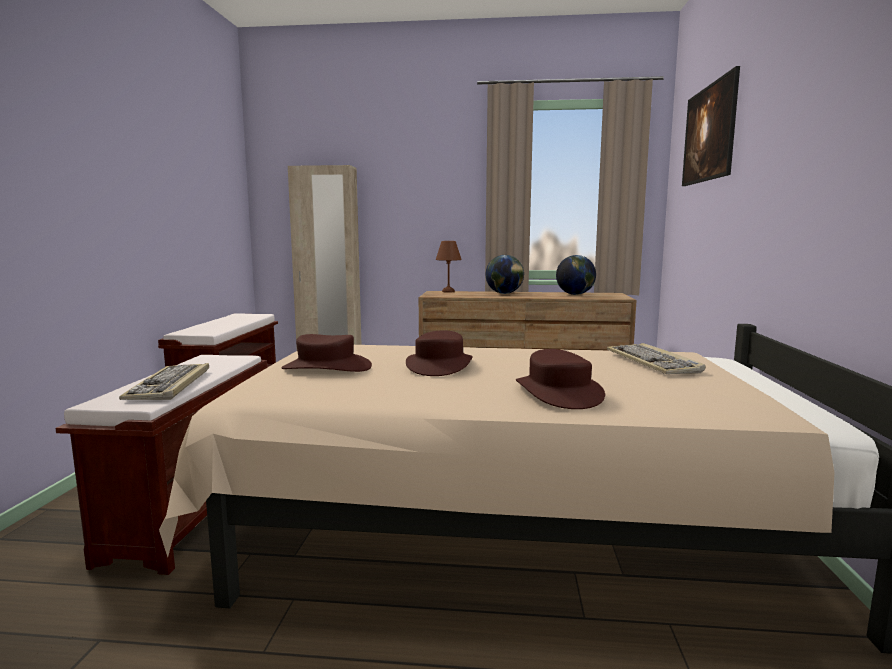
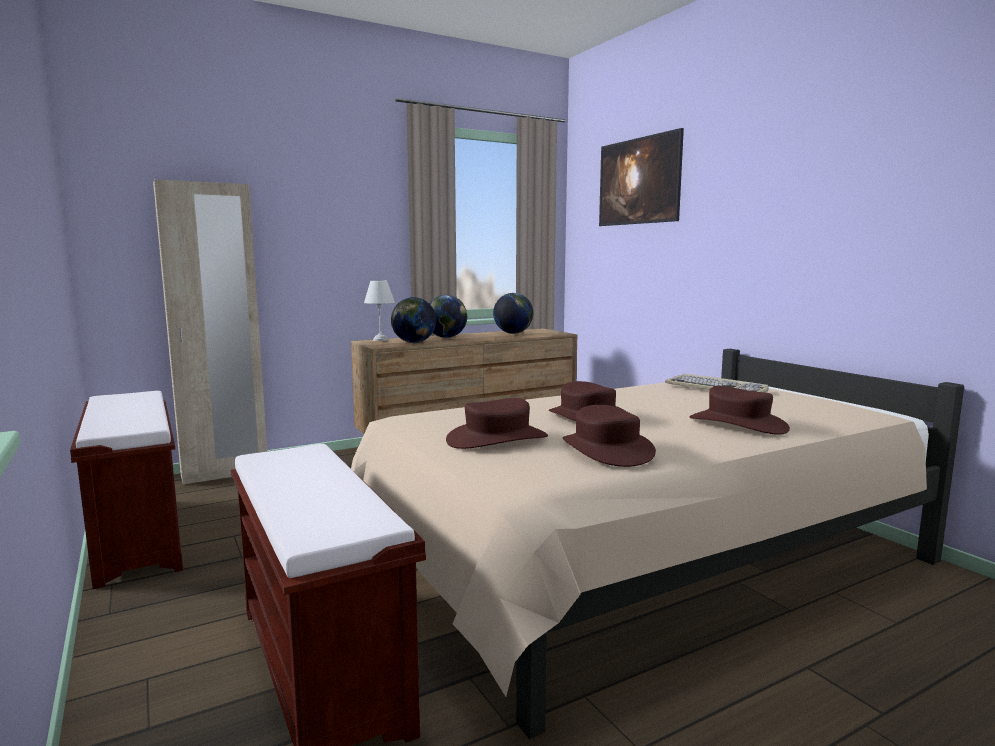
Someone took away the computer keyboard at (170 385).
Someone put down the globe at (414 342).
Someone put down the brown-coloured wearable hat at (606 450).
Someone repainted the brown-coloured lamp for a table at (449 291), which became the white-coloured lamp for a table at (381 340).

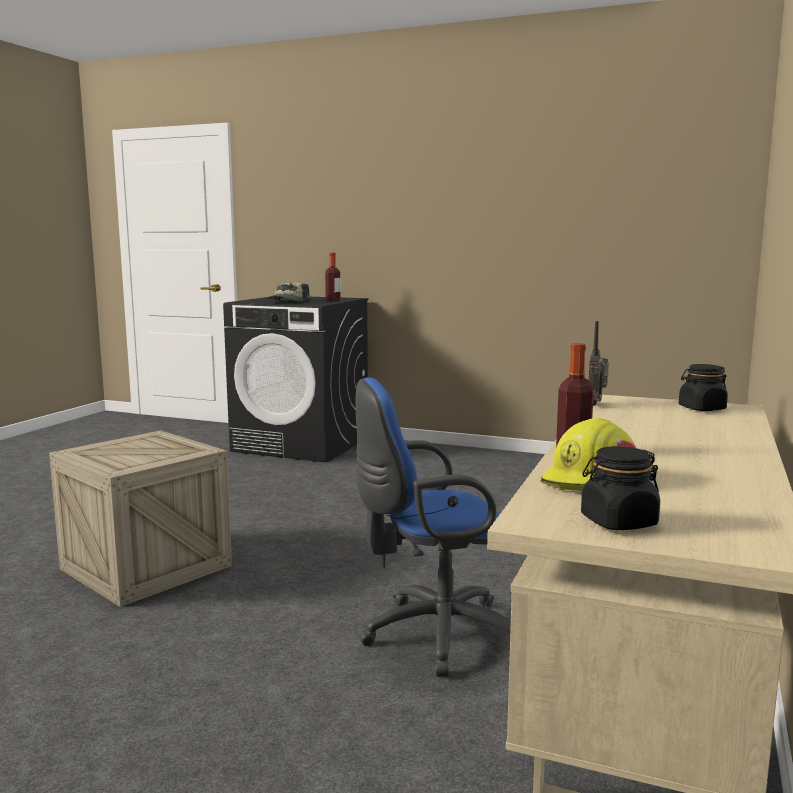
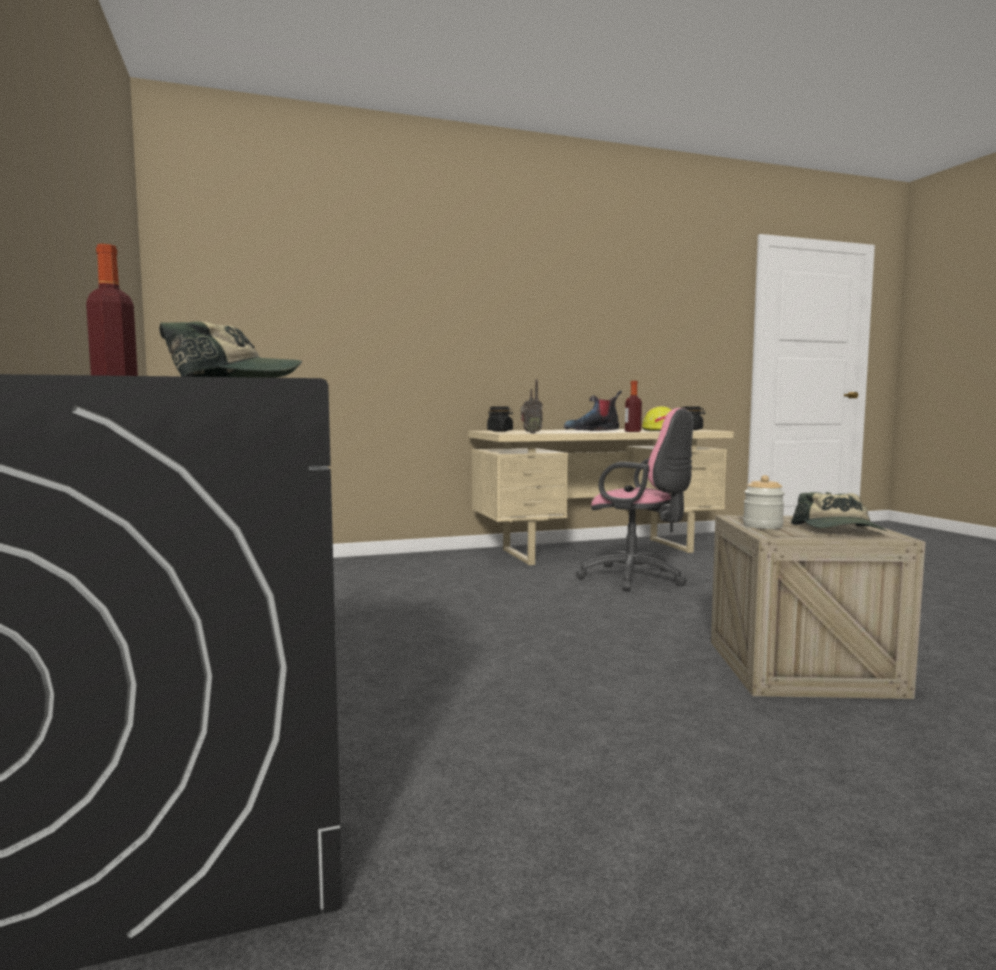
Someone put down the tall boot at (592 430).
Someone put down the preserve jar at (762 526).
Someone put down the baseball cap at (840 530).
Someone repainted the blue computer chair at (433 634), which became the pinkish computer chair at (637 579).

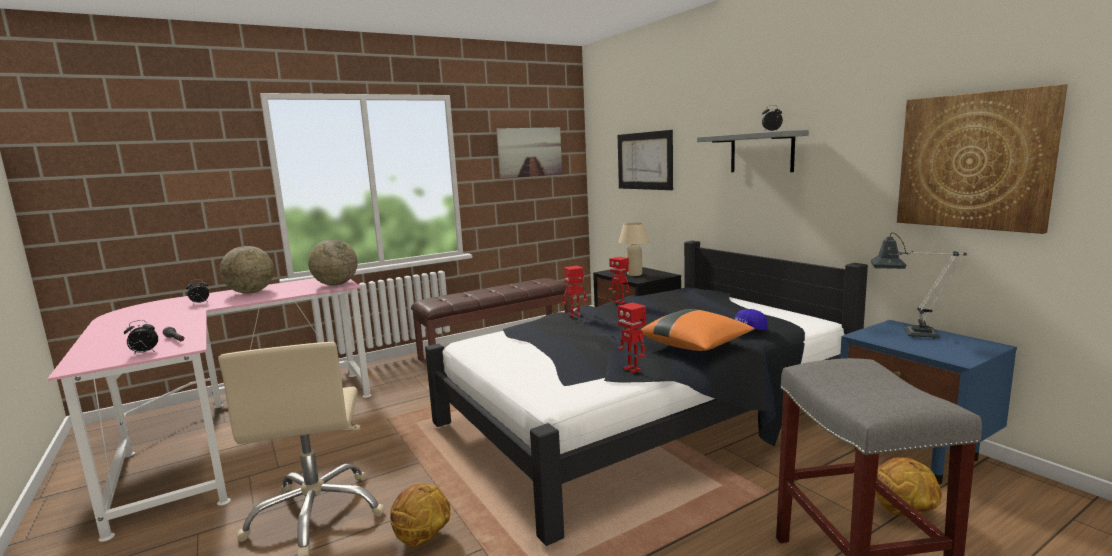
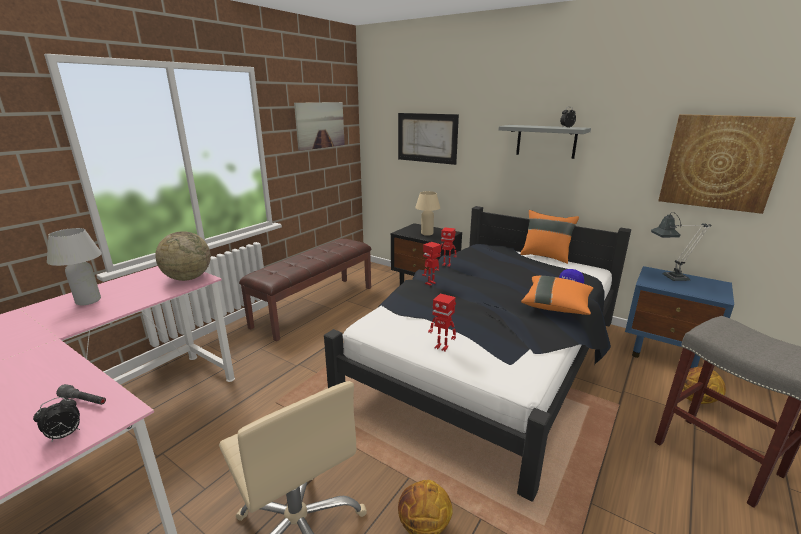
Someone took away the bedside clock at (200 303).
Someone put down the orange throw pillow at (545 256).
Someone carried the robot figure from (632 369) to (442 347).
Someone swapped the globe at (251 292) for the white-coloured lamp for a table at (88 301).

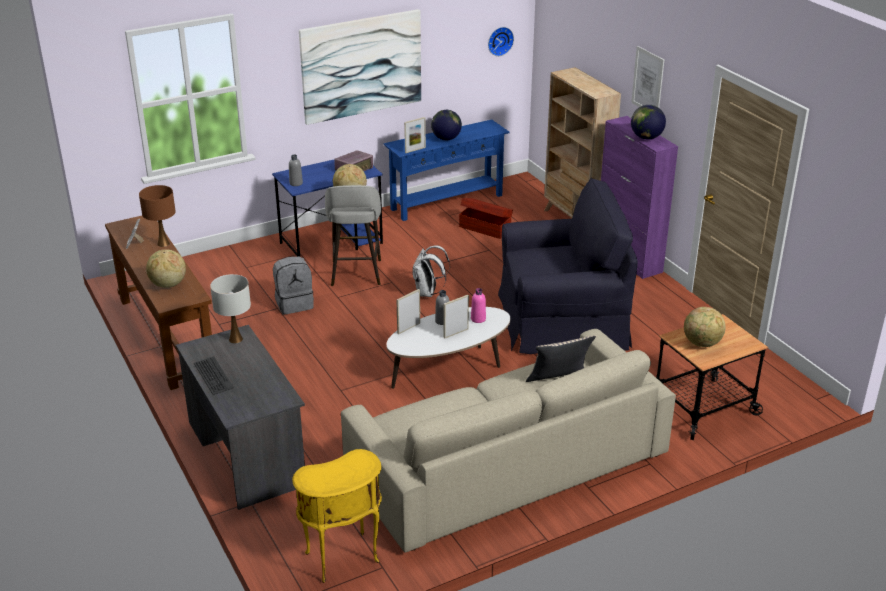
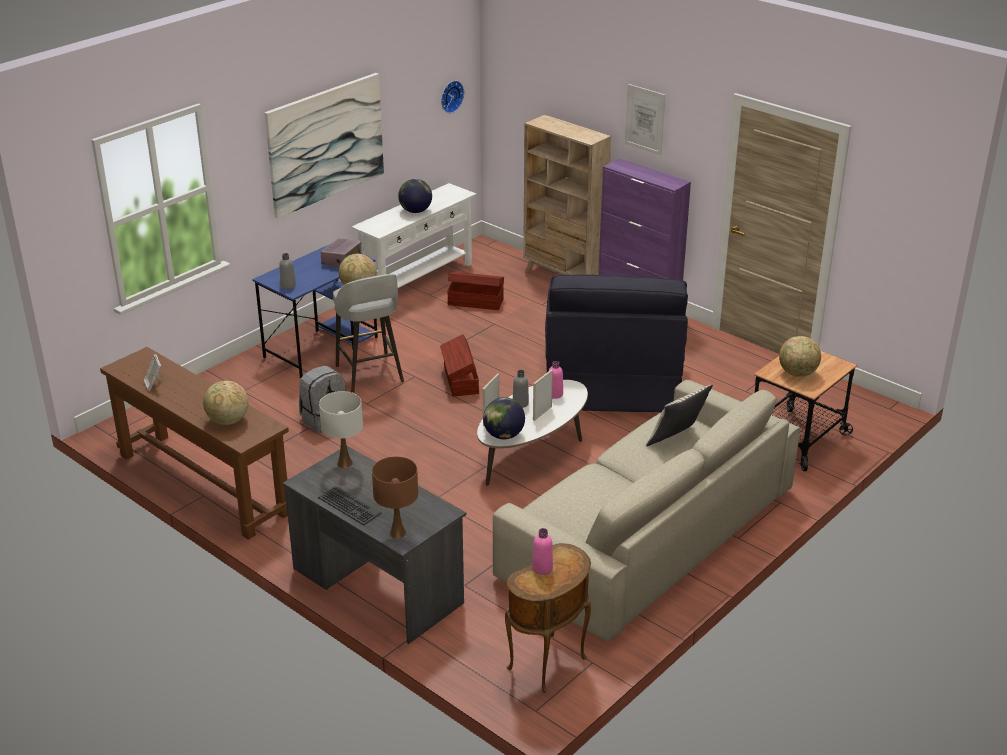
Someone took away the photo frame at (415 150).
Someone put down the pinkish bottle at (542 568).
Someone carried the brown-coloured lamp for a table from (163 243) to (397 533).
Someone carried the globe from (646 137) to (503 435).
Someone swapped the white-coloured backpack at (428 293) for the brown-coloured storage box at (460 380).
Someone repainted the yellow end table at (343 559), which became the brown-coloured end table at (549 664).
Someone repainted the blue hall table at (446 202), which became the white-coloured hall table at (417 281).
Someone rotated the black-coloured easy chair at (561 320) by 120 degrees clockwise.

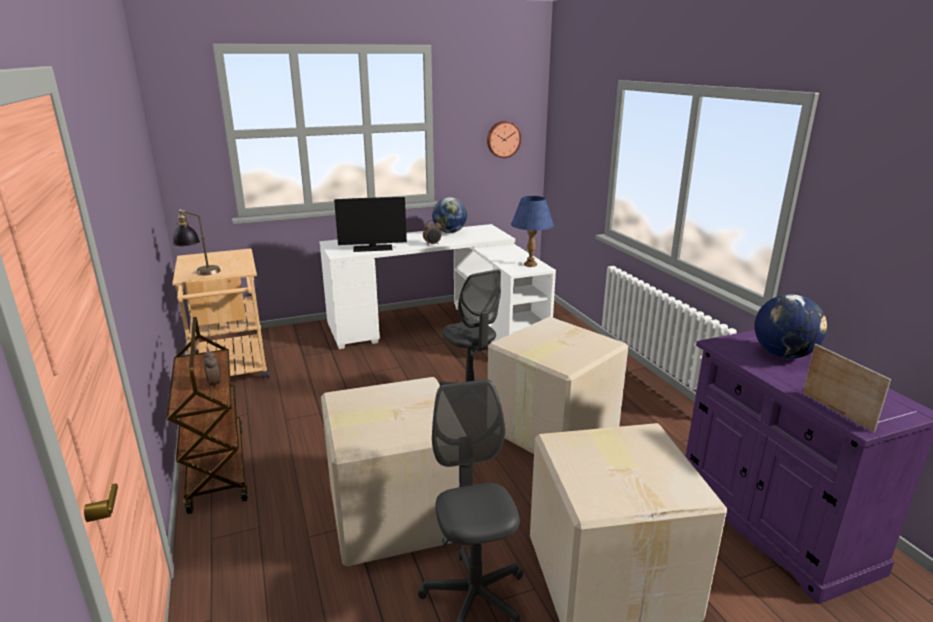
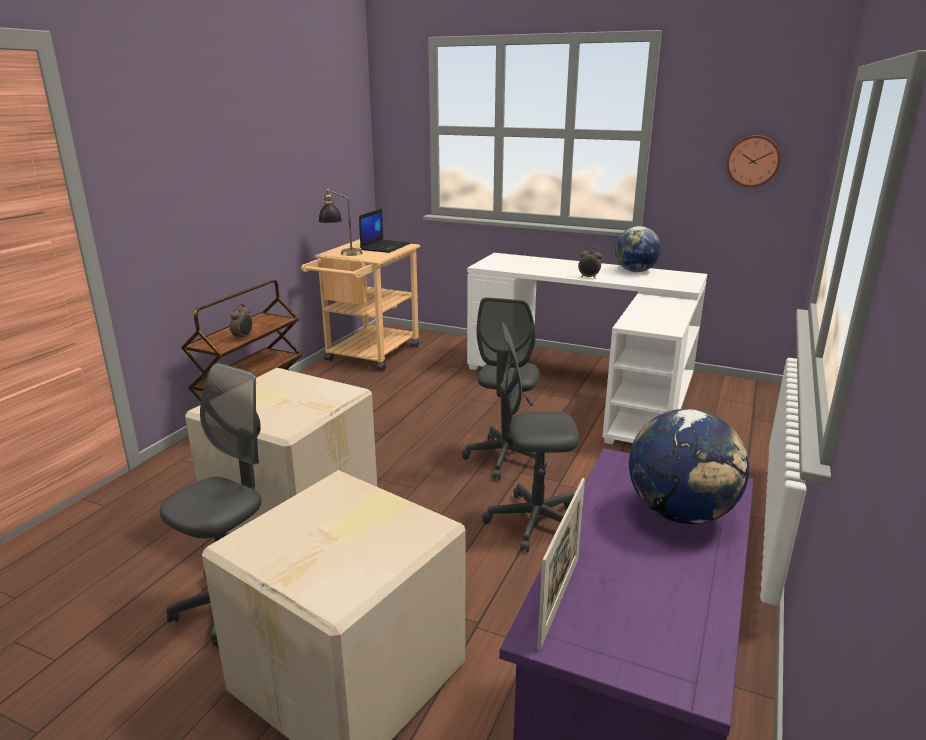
Someone took away the computer display at (372 248).
Someone took away the blue lamp for a table at (530 264).
Someone put down the portable computer at (385 246).
Someone swapped the carton at (550 429) for the grey computer chair at (534 522).

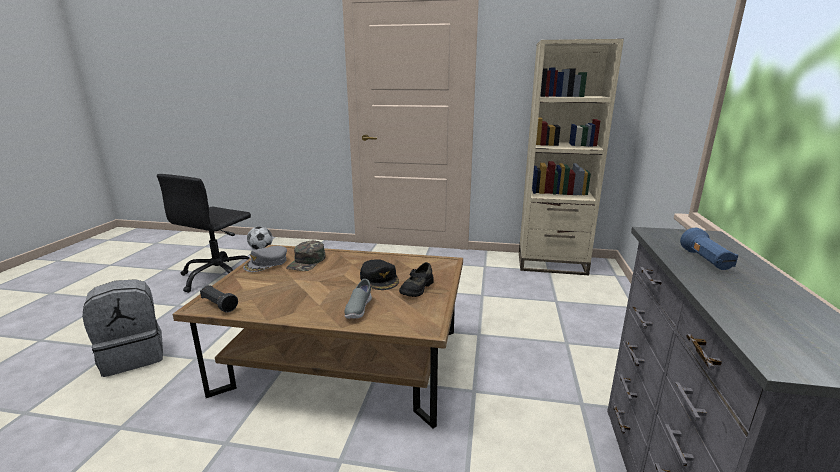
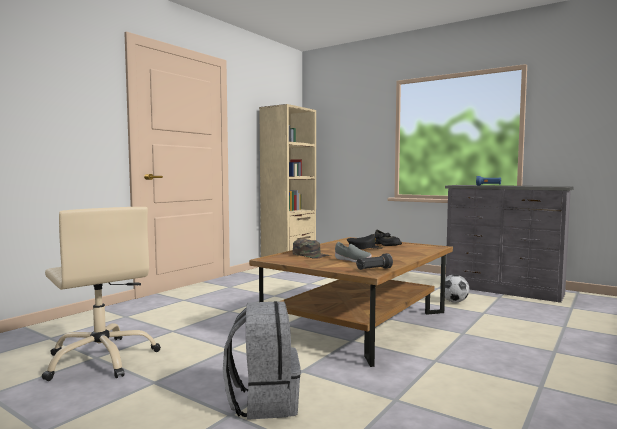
Someone took away the grey baseball cap at (266 263).
Someone carried the ball for football from (261 249) to (454 301).
Someone carried the grey shoe from (358 309) to (352 260).
Someone repainted the black-coloured computer chair at (219 276), which became the sand-coloured computer chair at (101 359).

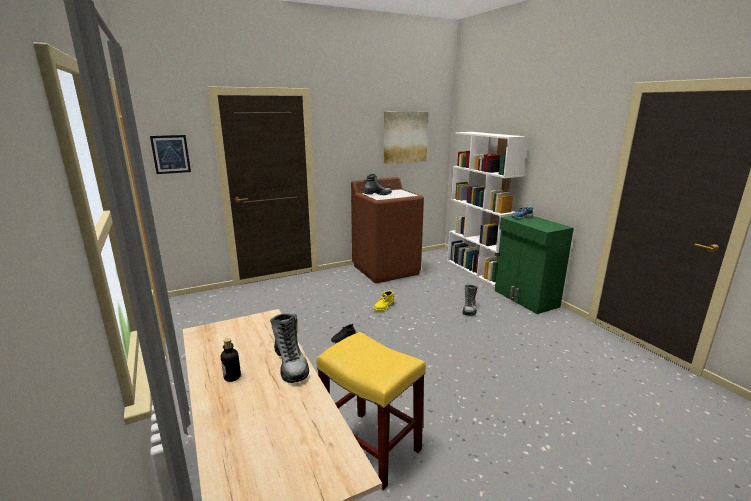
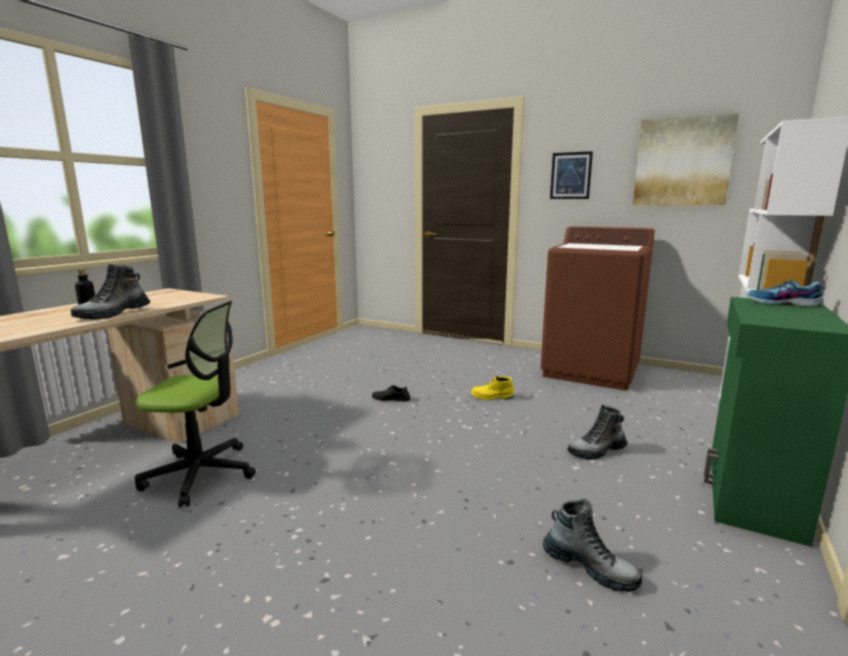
Someone carried the picture from (171 154) to (570 175).
Someone carried the tall boot from (377 194) to (589 568).
Someone swapped the yellow stool at (372 447) for the computer chair at (201 474).

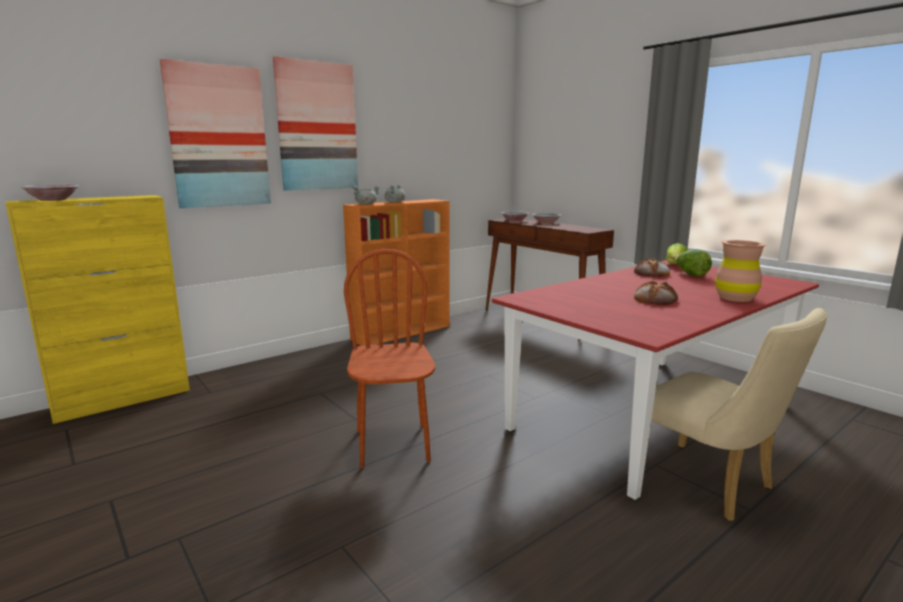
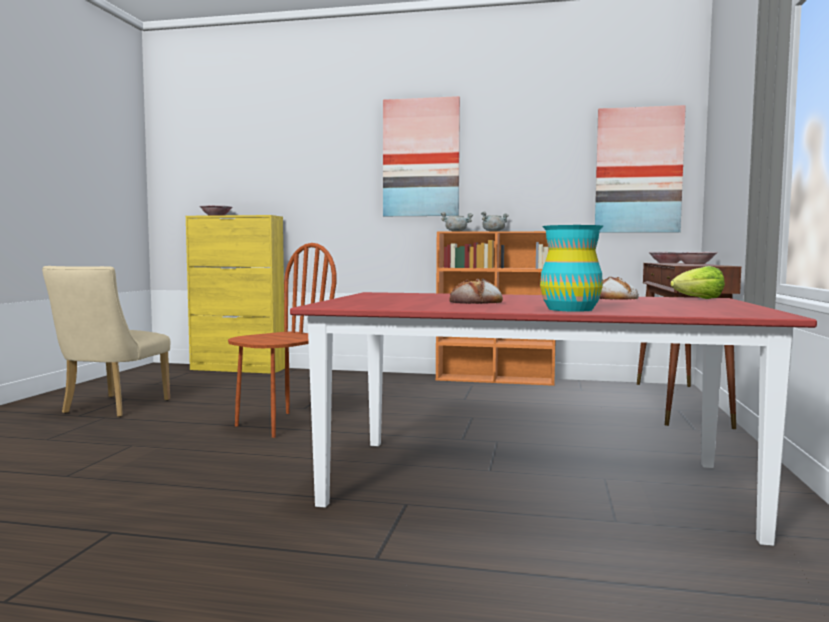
Someone took away the lettuce at (690 275).
Someone carried the picture from (218 137) to (638 170).
Someone carried the sand-coloured chair from (711 485) to (111 408).
Someone repainted the brown-coloured vase at (735 298), which became the blue-green vase at (570 309).

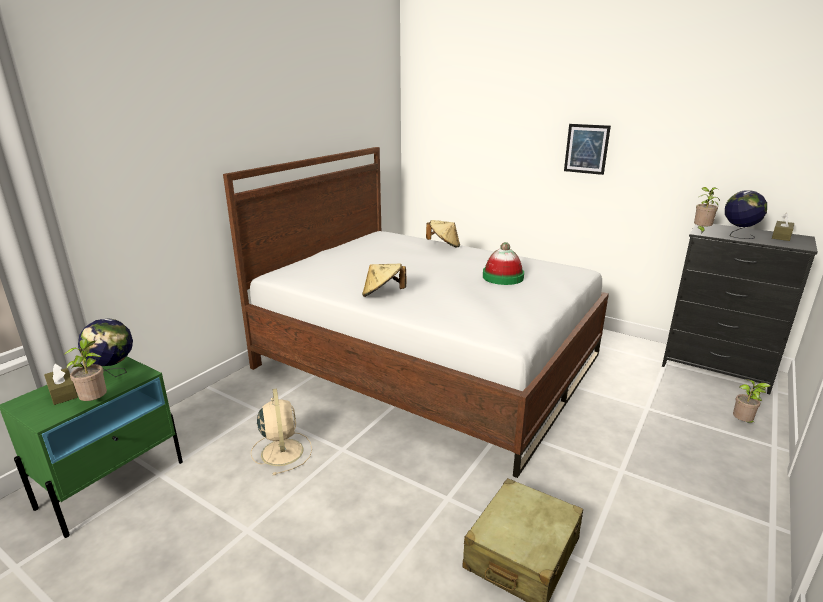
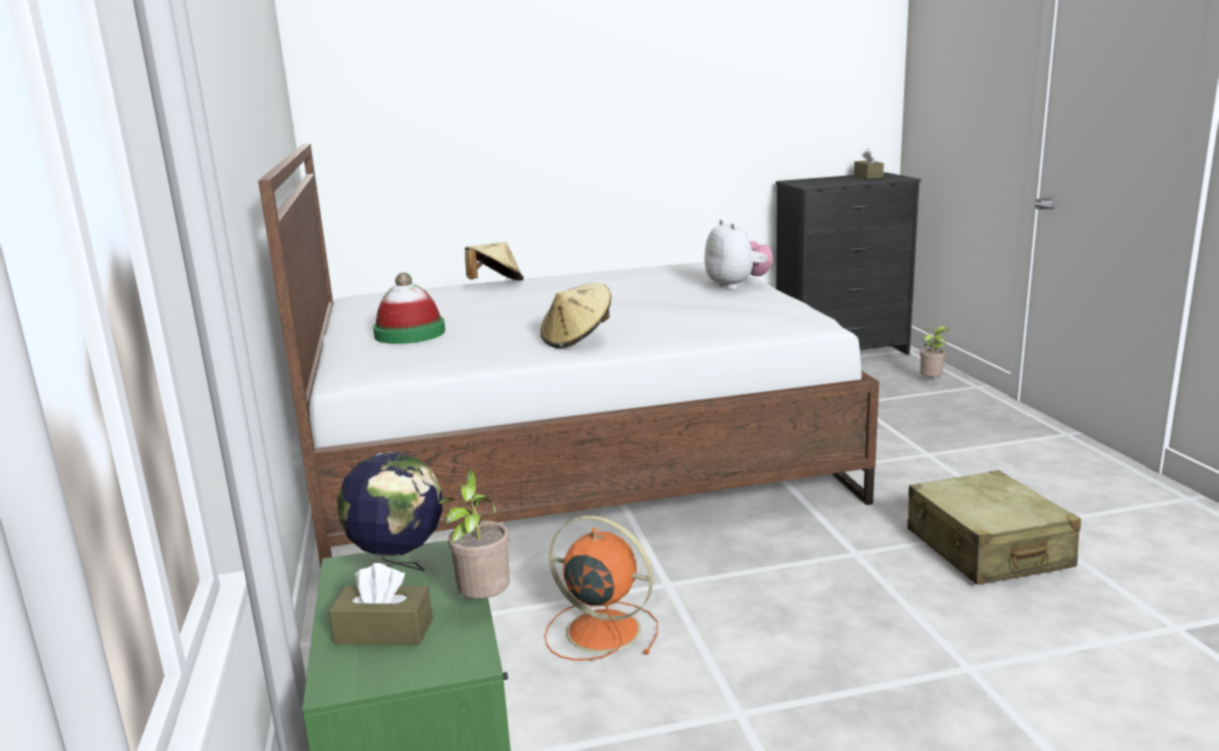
Someone took away the picture at (586 149).
Someone took away the plant in a pot at (701 231).
Someone took away the globe at (738 236).
Someone put down the soft toy at (737 286).
Someone carried the wearable hat from (503 277) to (410 333).
Someone repainted the sand-coloured electric fan at (282 451), which became the orange electric fan at (600 630).

